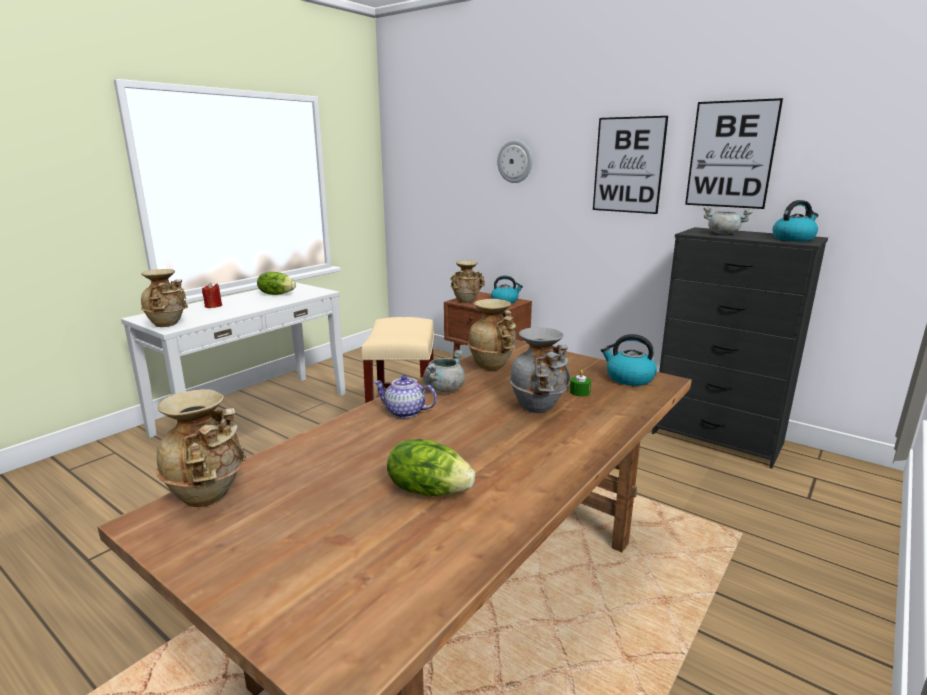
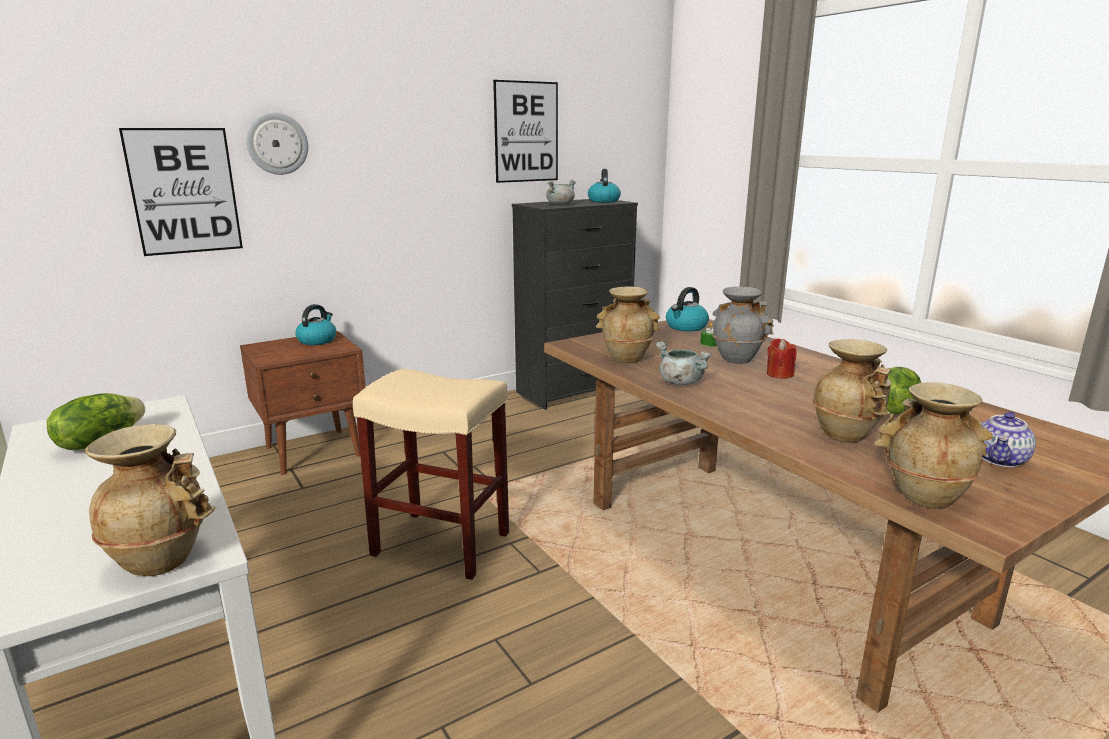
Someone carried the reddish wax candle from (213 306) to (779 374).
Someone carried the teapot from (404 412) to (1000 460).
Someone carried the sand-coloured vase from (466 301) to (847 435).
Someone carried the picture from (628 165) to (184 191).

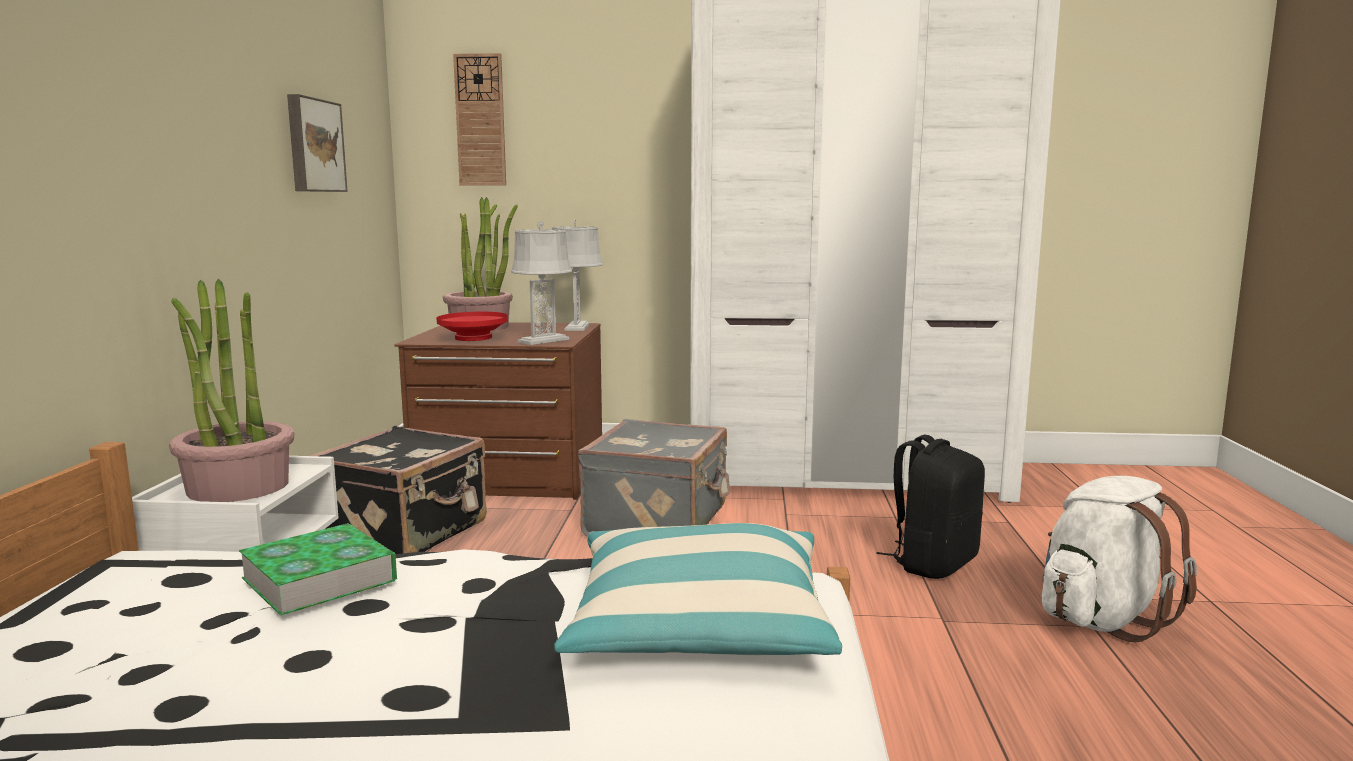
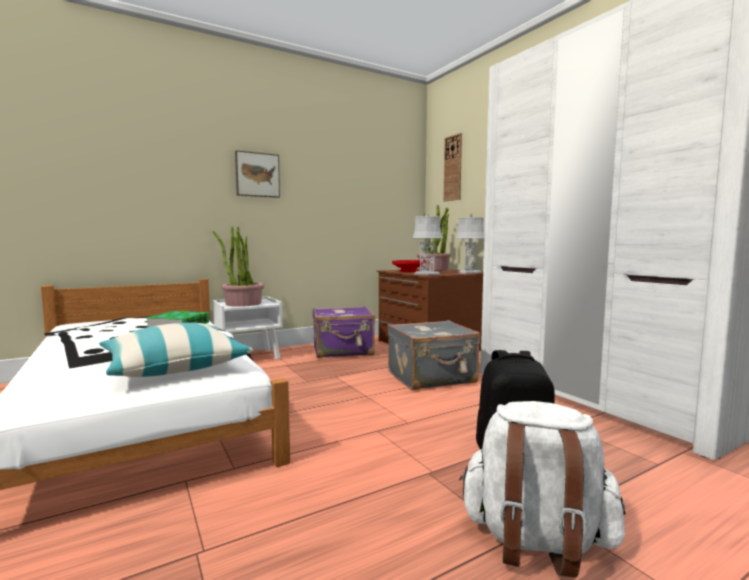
Someone carried the picture from (313 145) to (257 175).
Someone repainted the black-coloured suitcase at (405 535), which became the purple suitcase at (343 351).

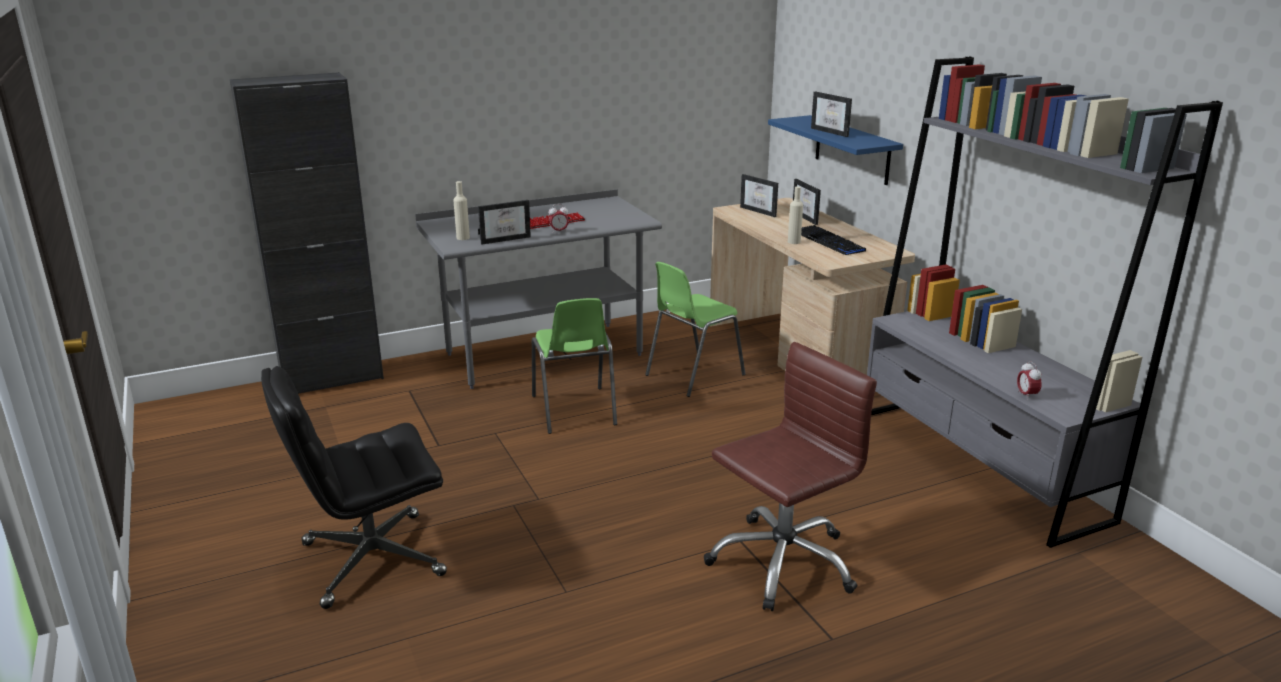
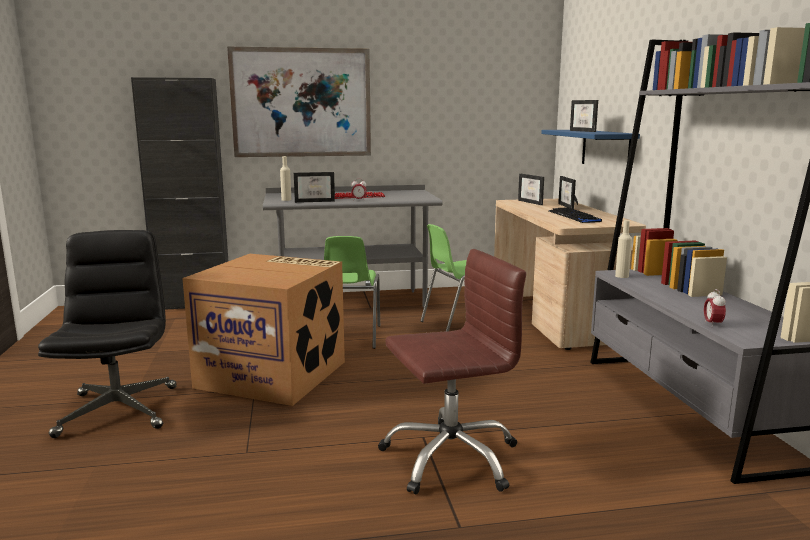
Someone put down the carton at (274 374).
Someone put up the picture at (301 103).
Someone carried the sand-coloured bottle from (794 242) to (622 276).
Someone rotated the black-coloured computer chair at (370 560) by 90 degrees clockwise.

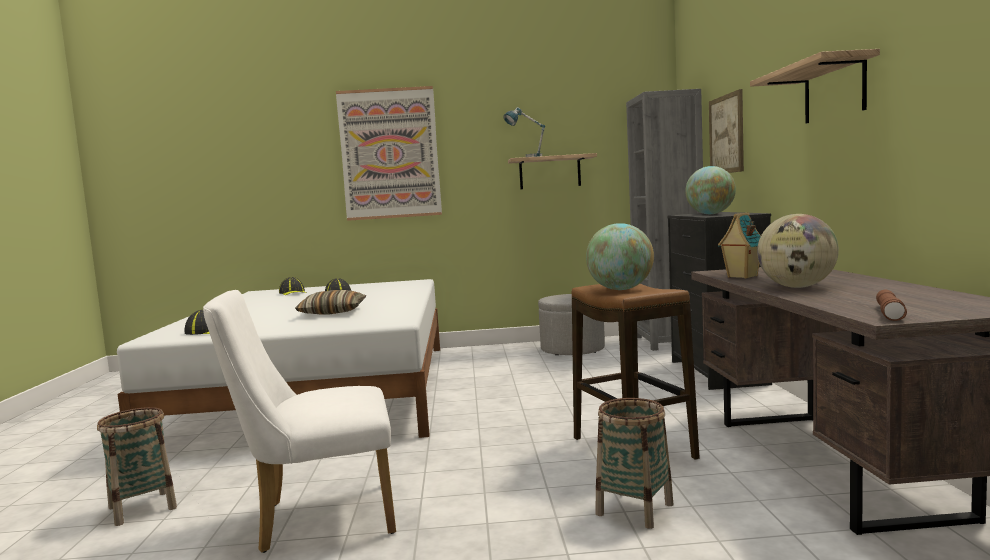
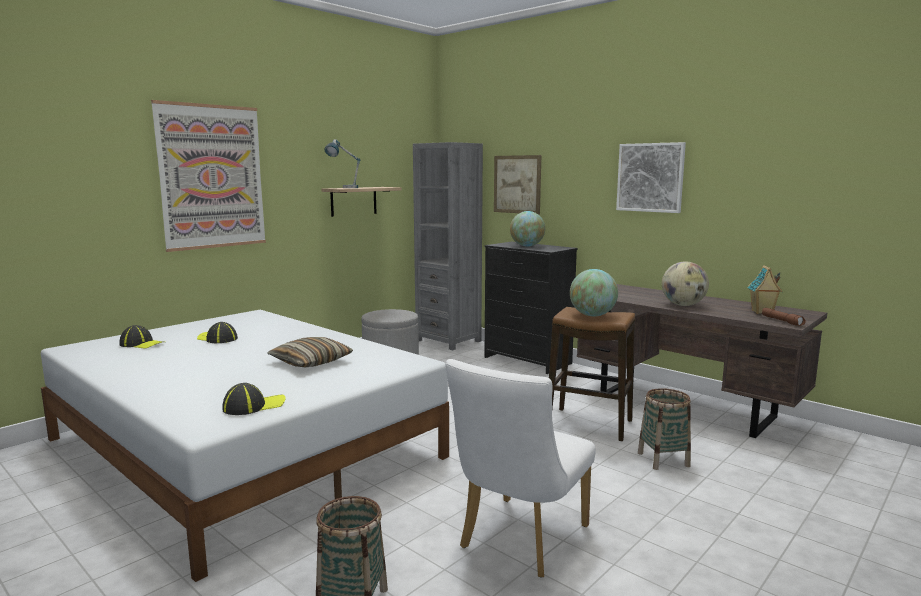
Someone carried the model house from (741 276) to (762 312).
Someone swapped the bracket shelf at (834 91) for the picture at (650 177).

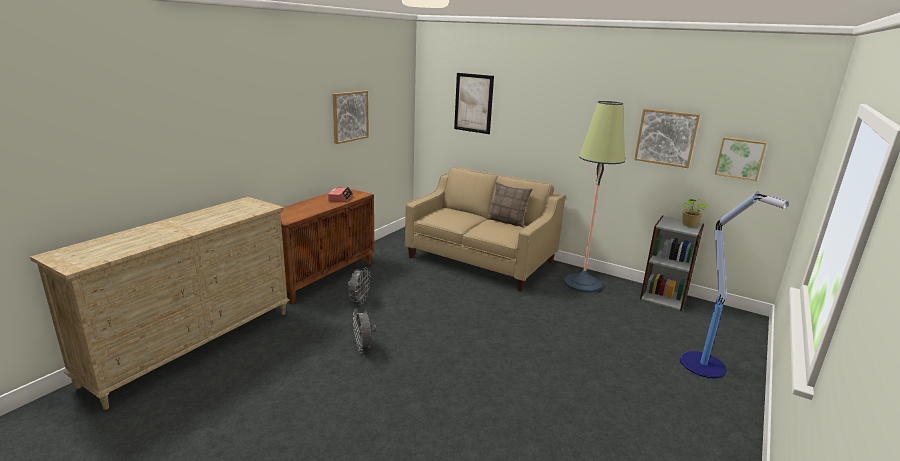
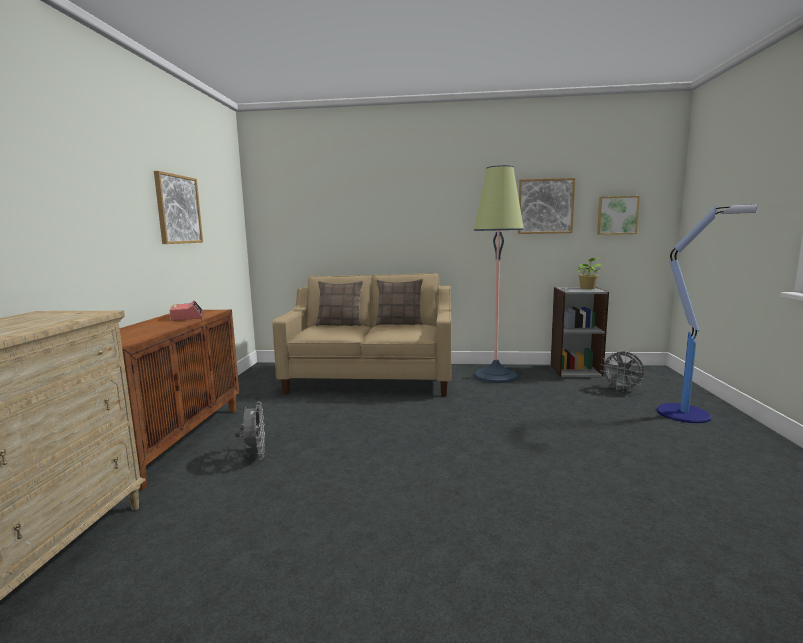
Someone took away the picture at (473 103).
Someone put down the throw pillow at (340 324).
Someone carried the grey electric fan from (363 348) to (622 389).

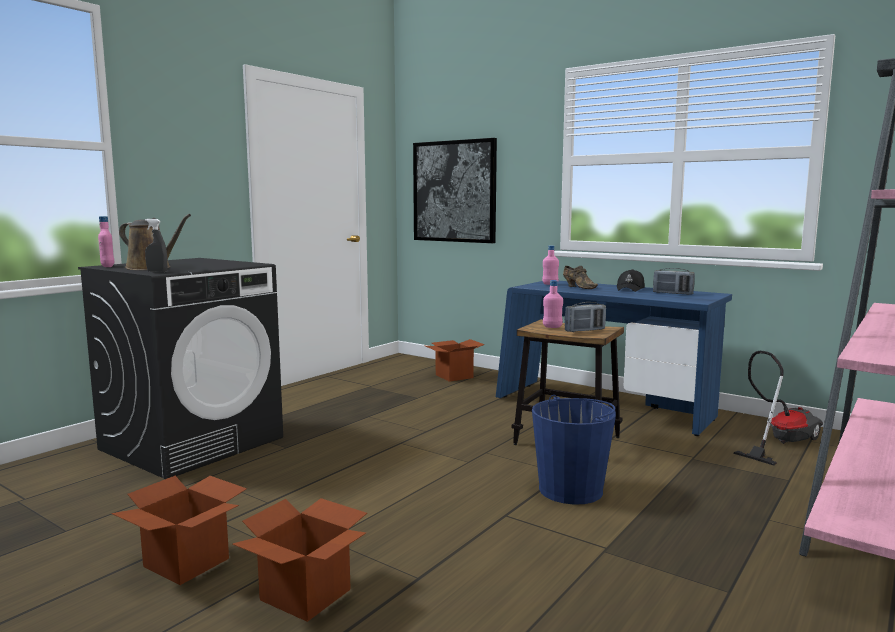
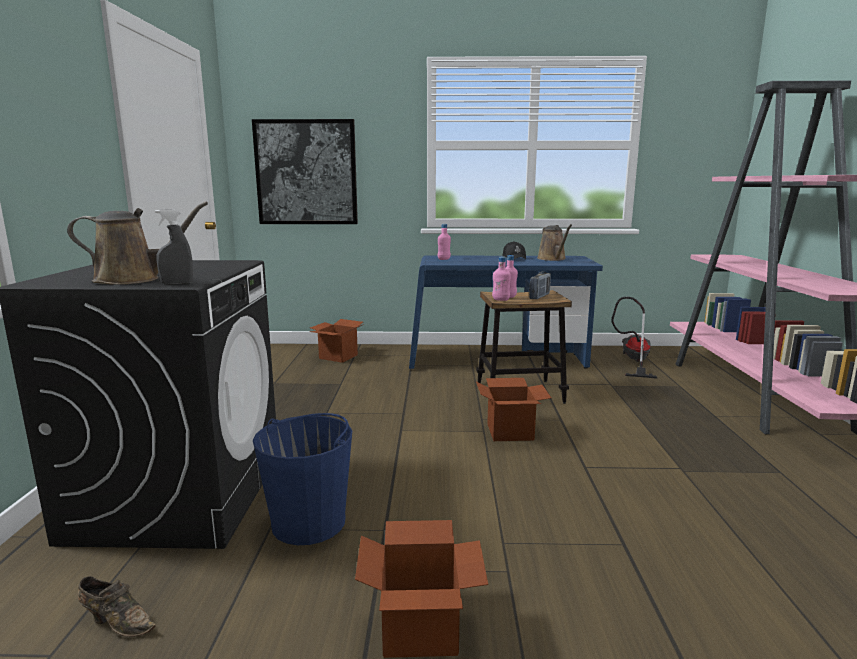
Someone carried the pinkish bottle from (107 266) to (500 300).
Someone carried the carton from (305 595) to (510 432).
Someone carried the blue water bucket from (571 490) to (309 522).
Someone carried the brown-coloured shoe from (578 287) to (117 622).
Someone swapped the radio receiver at (672 293) for the brown-coloured watering pot at (552 259).

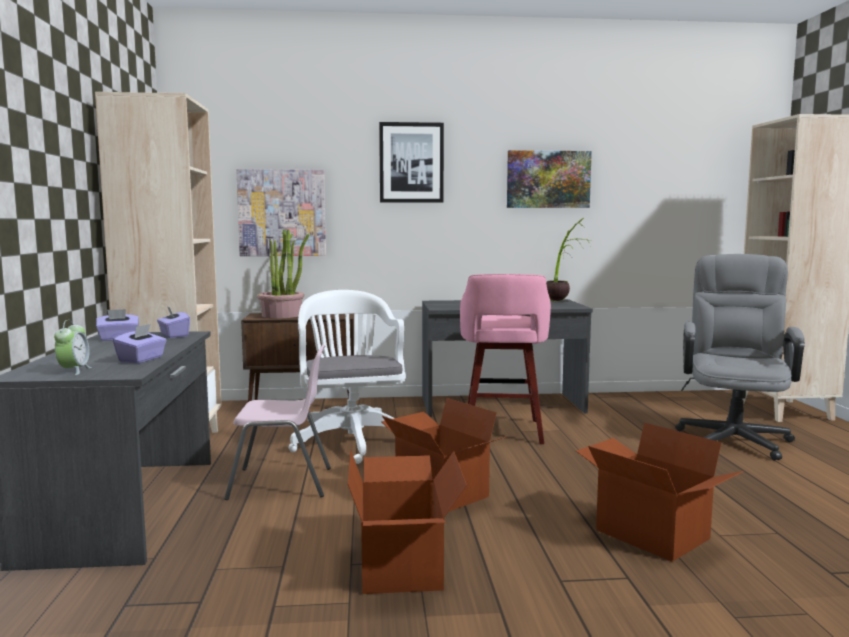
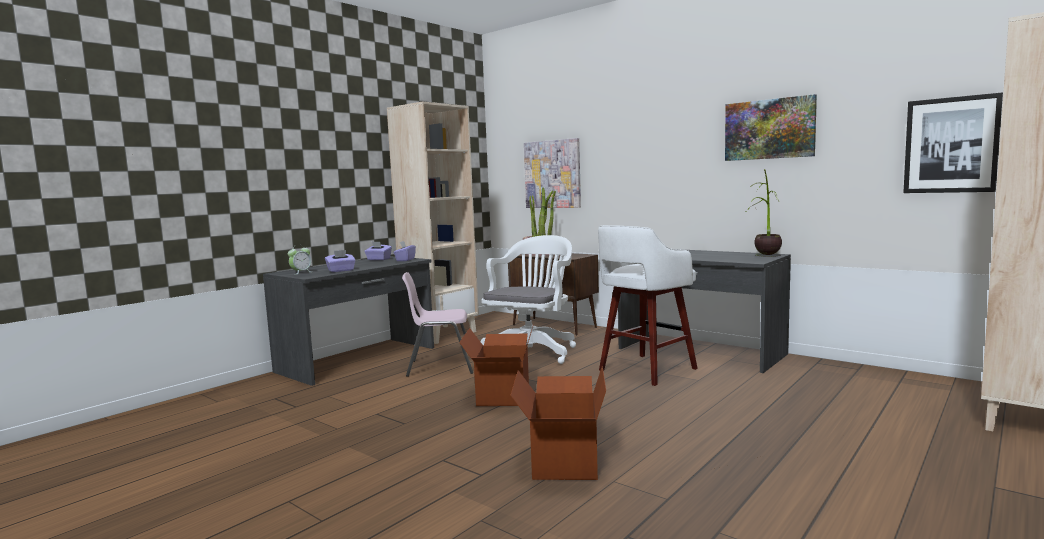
Someone took away the carton at (403 567).
Someone took away the grey computer chair at (733 437).
Someone carried the picture from (411 163) to (951 145).
Someone repainted the pinkish stool at (502 432), which became the white-coloured stool at (645 370).
Someone rotated the pinkish chair at (282 483) by 135 degrees clockwise.

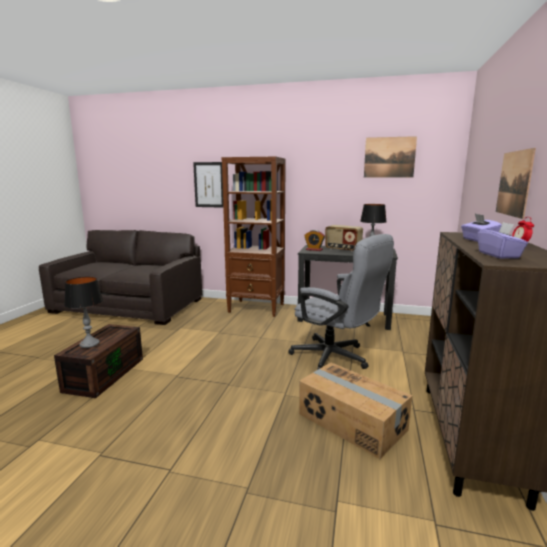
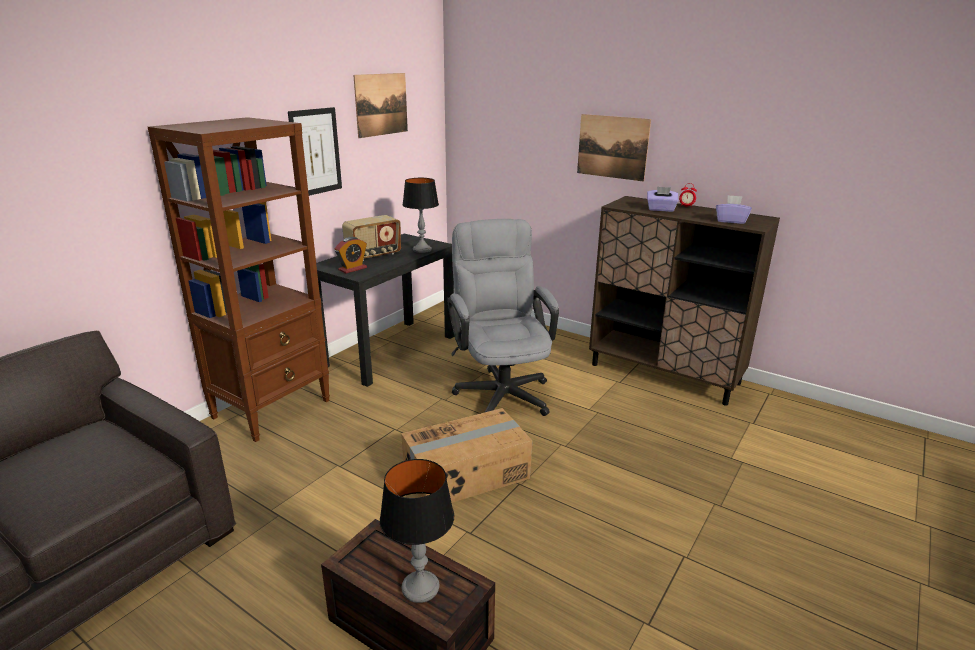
Someone carried the picture from (209 185) to (315 152).
Someone carried the carton from (351 422) to (467 475).
Someone rotated the grey computer chair at (336 358) by 75 degrees counterclockwise.

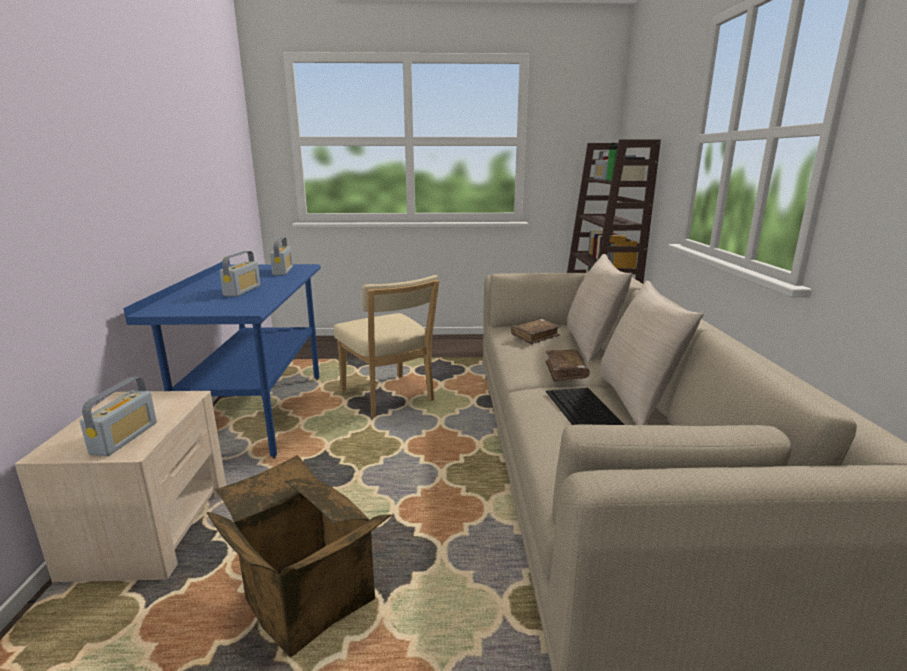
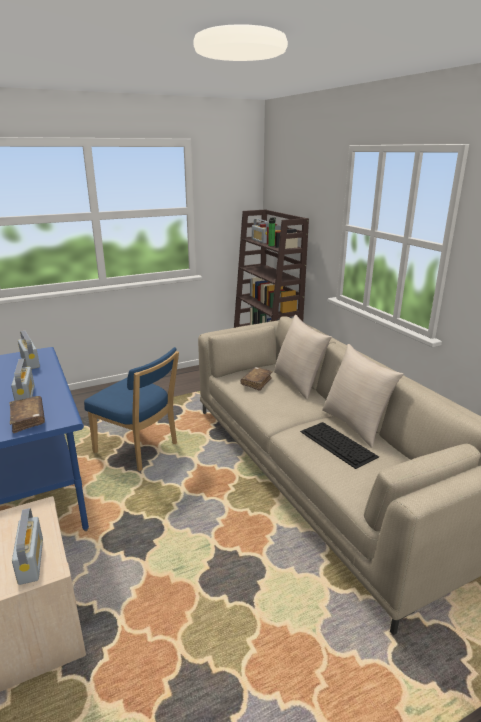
Someone took away the carton at (303 601).
Someone carried the brown-coloured volume from (565 371) to (28 419).
Someone repainted the sand-coloured chair at (389 398), which became the blue chair at (139 449).

